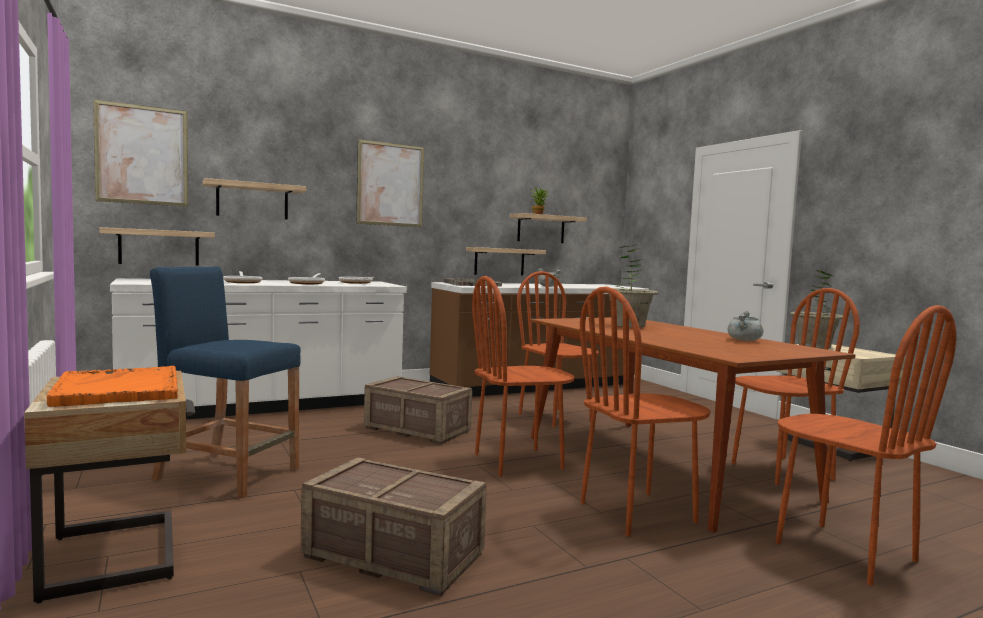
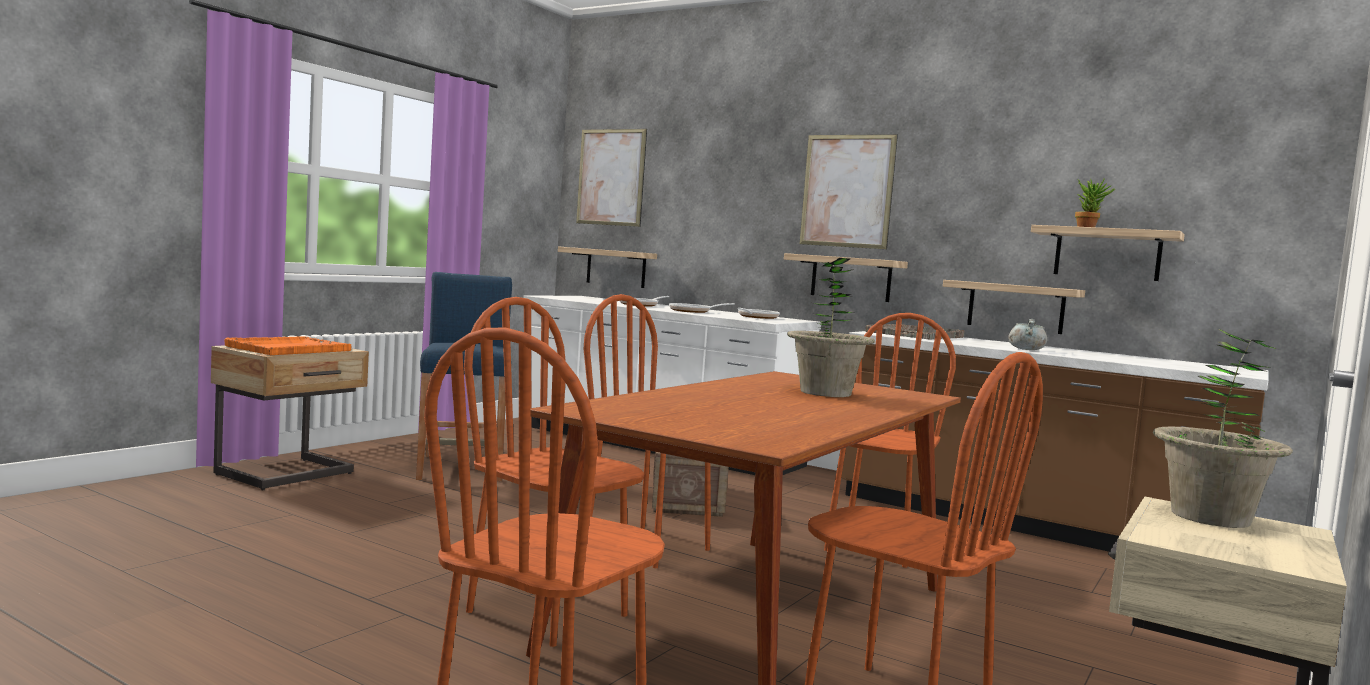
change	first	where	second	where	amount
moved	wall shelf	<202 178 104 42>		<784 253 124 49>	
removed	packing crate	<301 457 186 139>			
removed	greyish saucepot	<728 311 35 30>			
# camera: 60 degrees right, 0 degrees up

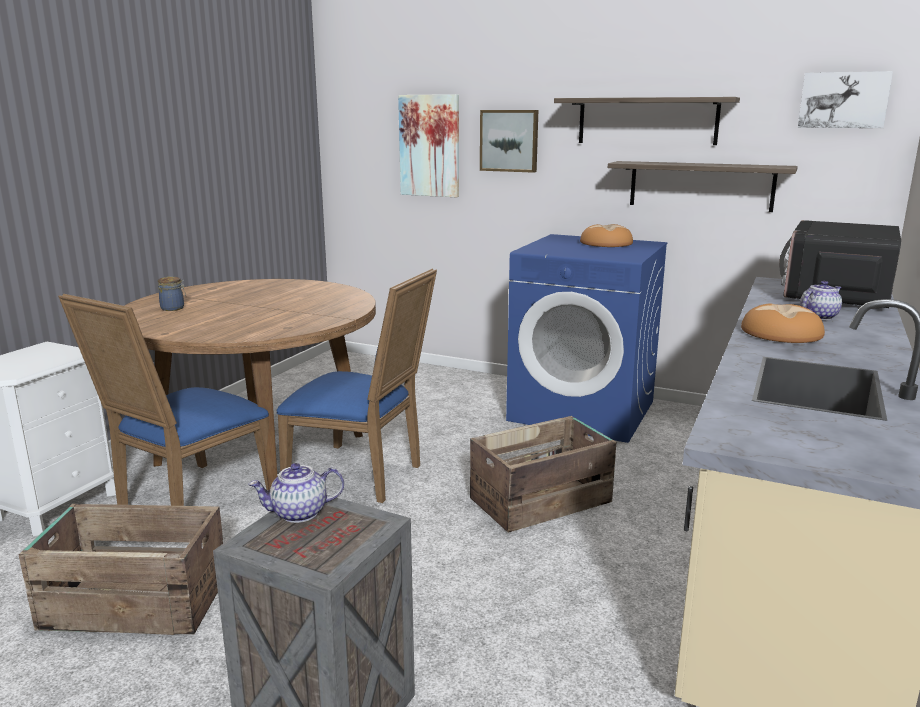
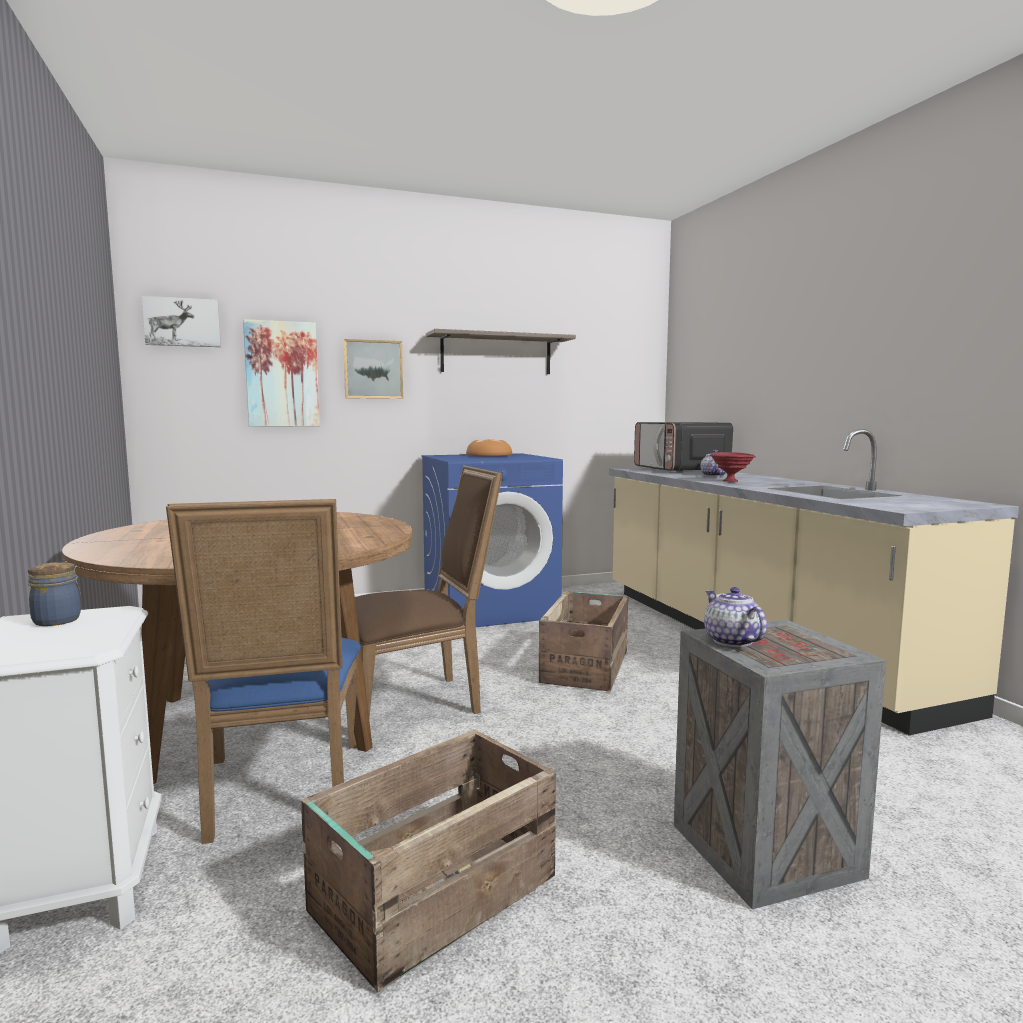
change	first	where	second	where	amount
moved	preserve jar	<158 277 28 34>		<28 562 53 64>	
moved	wall picture	<798 71 95 57>		<142 296 79 51>	
recoloured	blue chair	<277 268 160 235>	brown-coloured chair	<355 465 148 252>	
turned	pot for tea	<248 463 96 60>		<704 587 63 60>	135 degrees clockwise
replaced	bakery bread	<741 304 84 39>	red-coloured serving bowl	<710 452 46 30>	
removed	wall shelf	<608 161 190 51>			
# camera: 45 degrees left, 10 degrees down

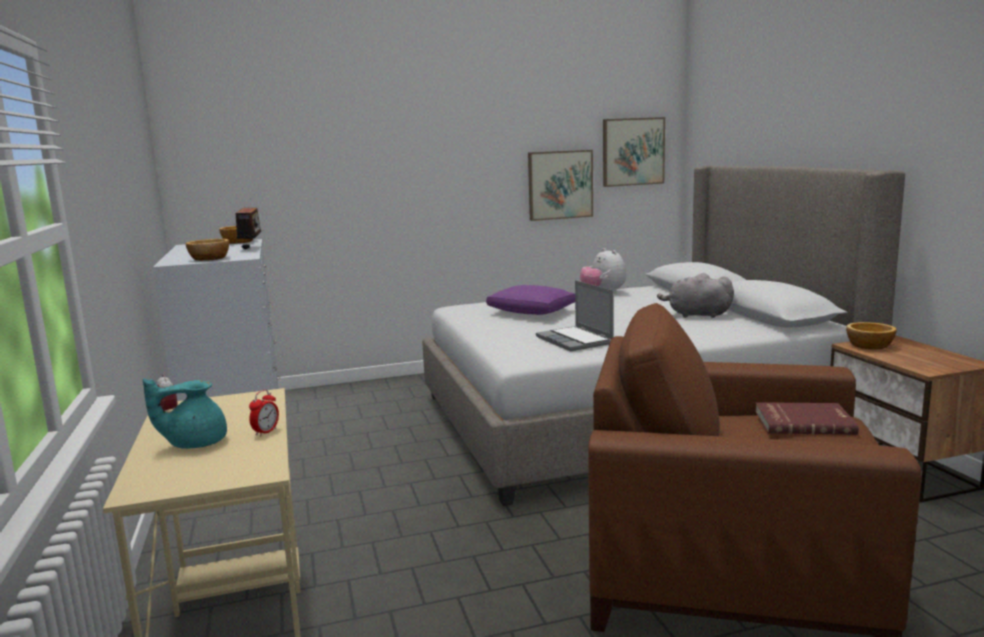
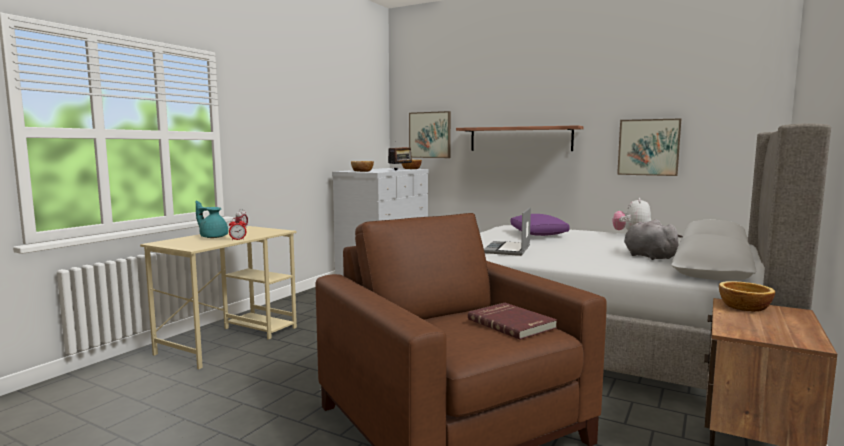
change	first	where	second	where	amount
moved	wall picture	<603 117 62 70>		<409 111 42 47>	
added			wall shelf	<456 125 128 26>	
# camera: 45 degrees right, 5 degrees down

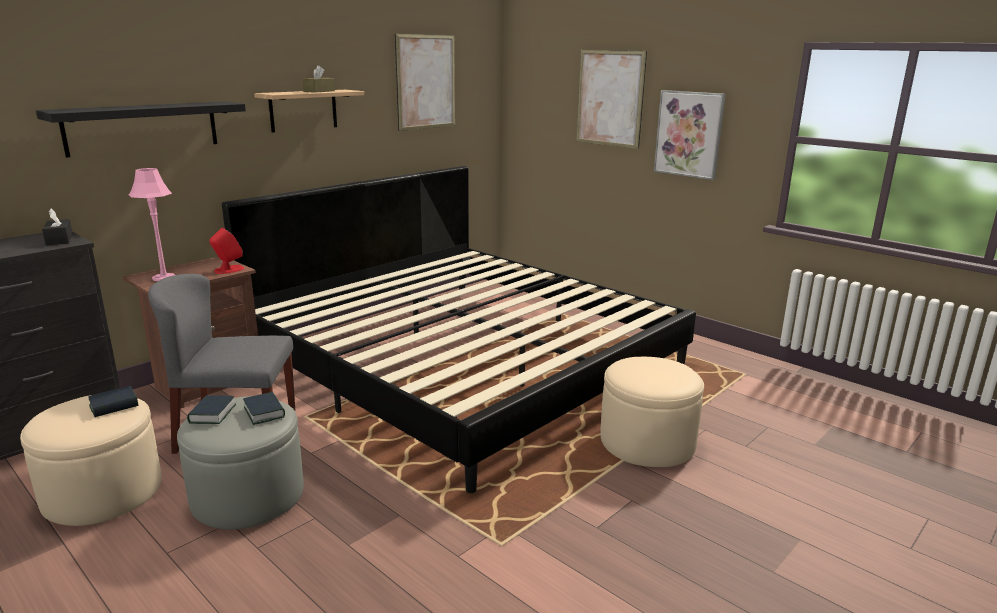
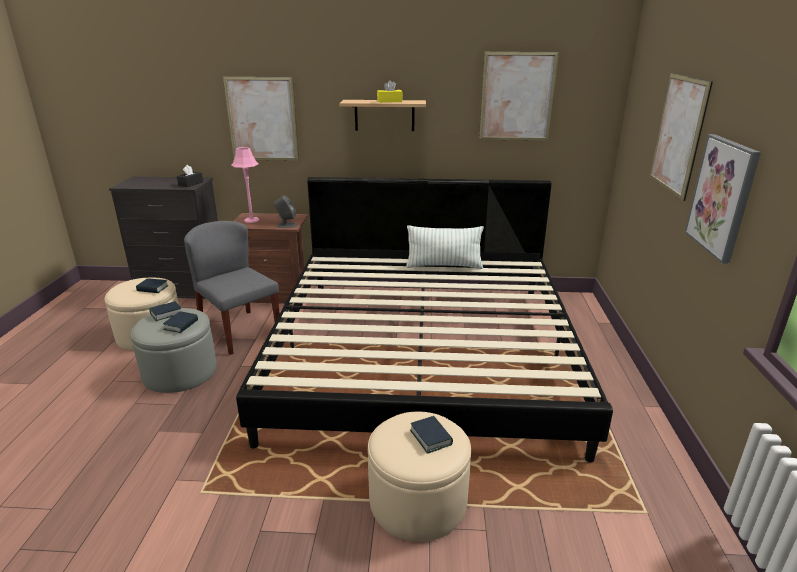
change	first	where	second	where	amount
replaced	black-coloured wall shelf	<36 101 210 57>	wall picture	<223 76 76 85>	
recoloured	red-coloured loudspeaker	<209 228 35 46>	greyish loudspeaker	<274 195 23 33>	
recoloured	brown-coloured box of tissues	<302 65 33 28>	yellow-coloured box of tissues	<377 80 26 23>	
added			cushion	<406 225 78 44>	
added			volume	<410 416 43 38>	
# camera: 50 degrees right, 5 degrees up

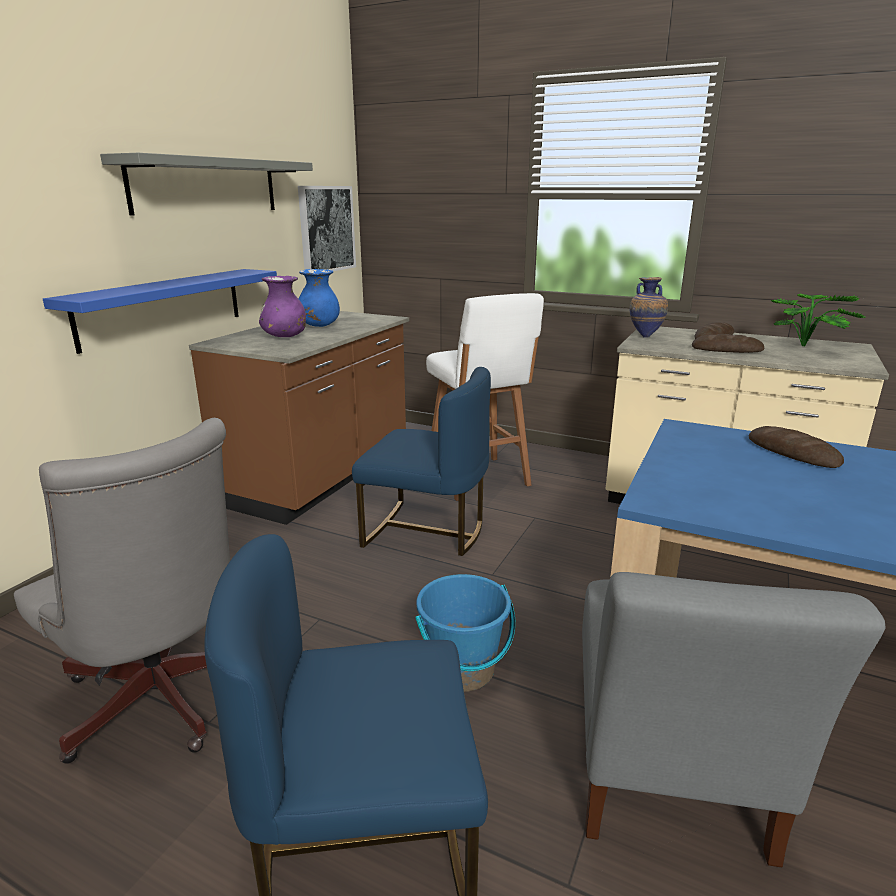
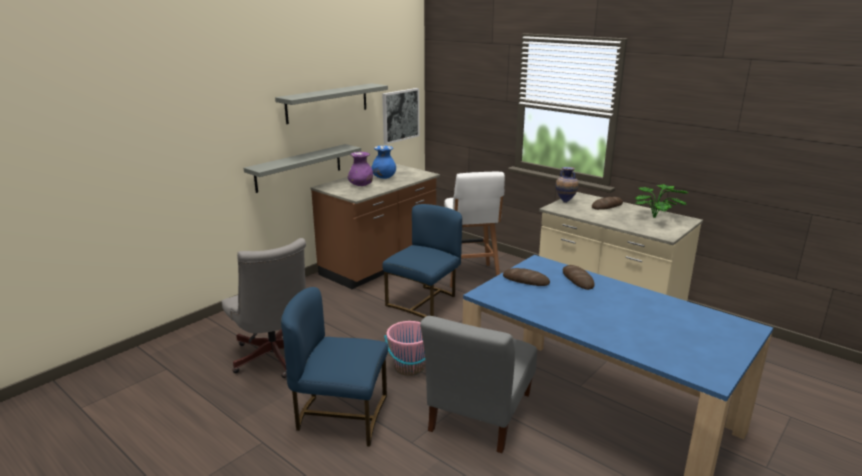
change	first	where	second	where	amount
recoloured	blue wall shelf	<43 269 234 85>	greyish wall shelf	<244 144 117 49>	
turned	blue chair	<352 367 139 189>		<382 204 80 114>	90 degrees counterclockwise
recoloured	blue water bucket	<415 574 100 118>	pink-coloured water bucket	<384 321 41 55>	
moved	bakery bread	<692 334 72 19>		<503 268 47 18>	
# camera: 15 degrees right, 0 degrees up

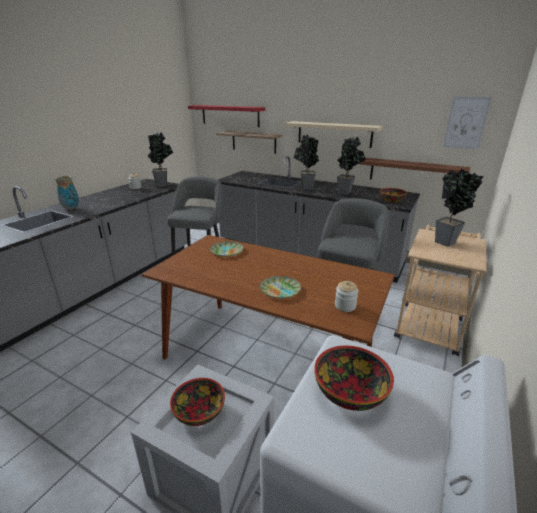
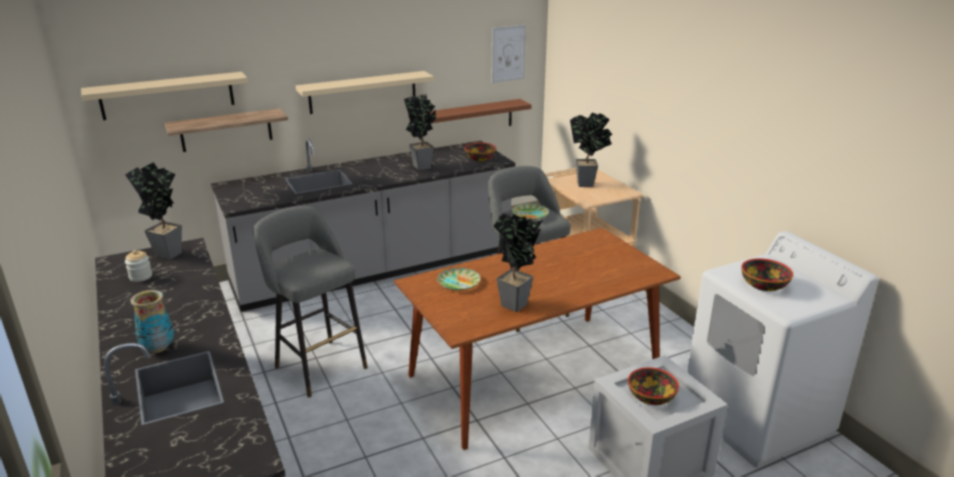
change	first	where	second	where	amount
recoloured	red-coloured wall shelf	<188 105 77 22>	beige wall shelf	<81 72 167 48>	
moved	houseplant	<294 135 25 55>		<494 213 49 99>	
moved	plate	<260 276 41 22>		<512 203 37 17>	
removed	preserve jar	<335 281 24 31>			
# camera: 55 degrees left, 0 degrees up

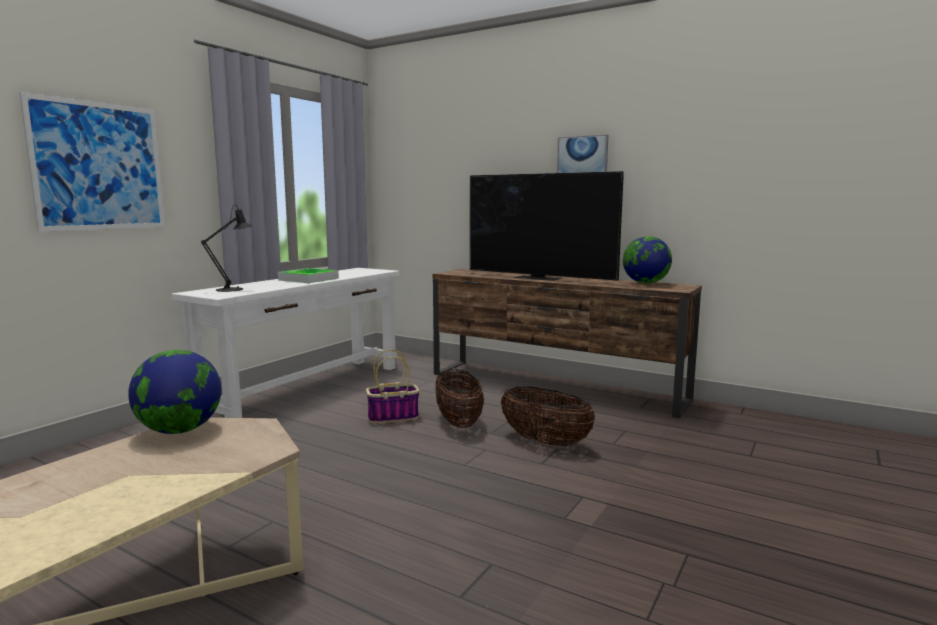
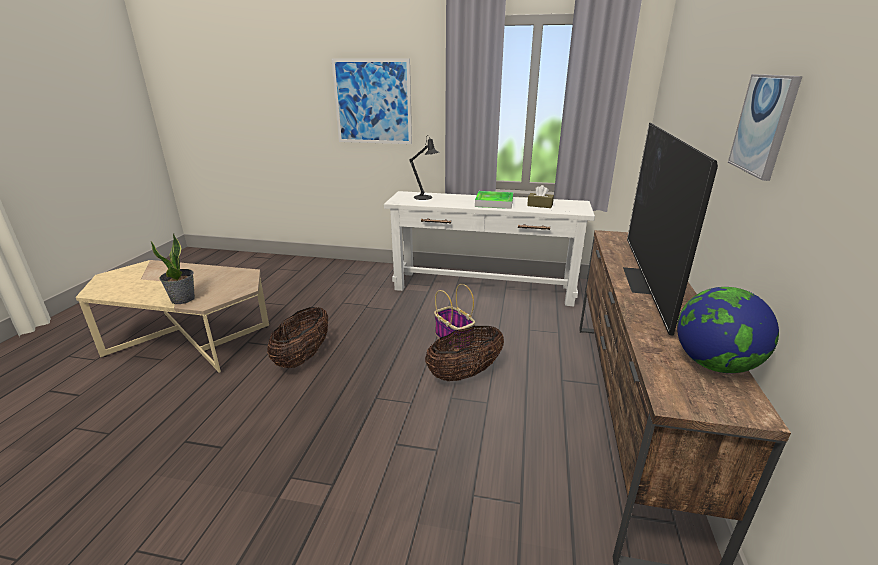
change	first	where	second	where	amount
added			houseplant	<151 233 44 71>	
moved	household basket	<500 387 95 59>		<267 307 61 61>	
added			brown-coloured box of tissues	<527 185 27 23>	
removed	desk globe	<128 350 94 84>			
# camera: 70 degrees right, 15 degrees up

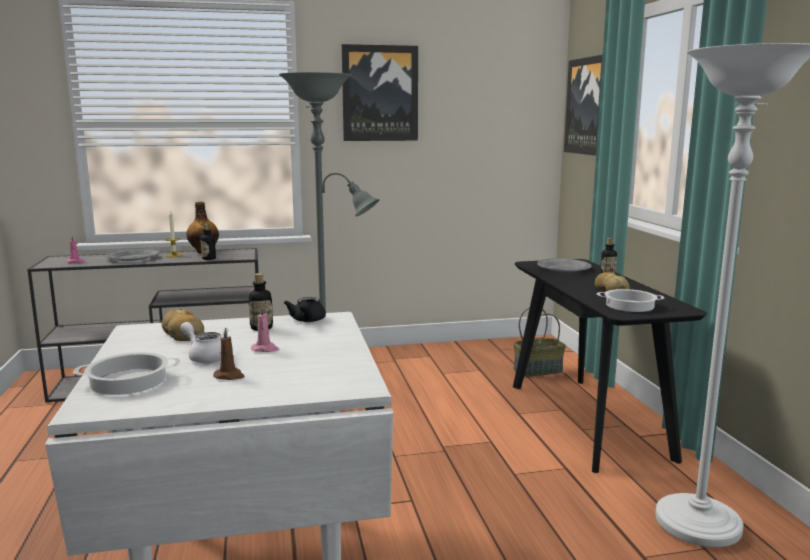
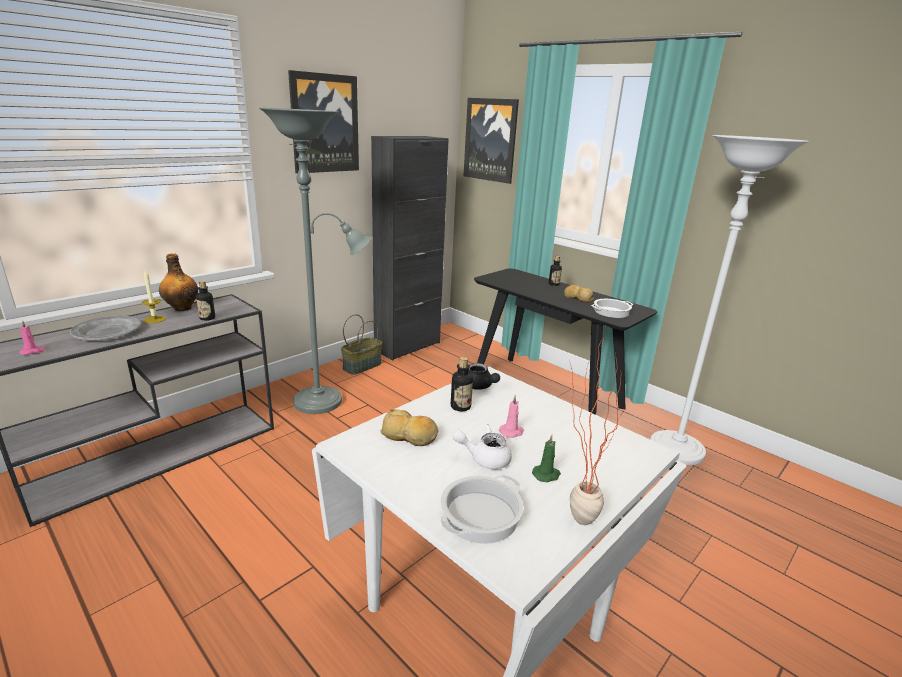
change	first	where	second	where	amount
moved	household basket	<514 307 52 70>		<341 314 41 61>	
added			black-coloured cabinet	<371 136 78 224>	
recoloured	brown-coloured candle	<213 328 32 52>	green-coloured candle	<532 435 29 47>	
added			houseplant	<569 337 52 188>	
removed	greyish plate	<537 258 54 14>			
# camera: 35 degrees left, 10 degrees up

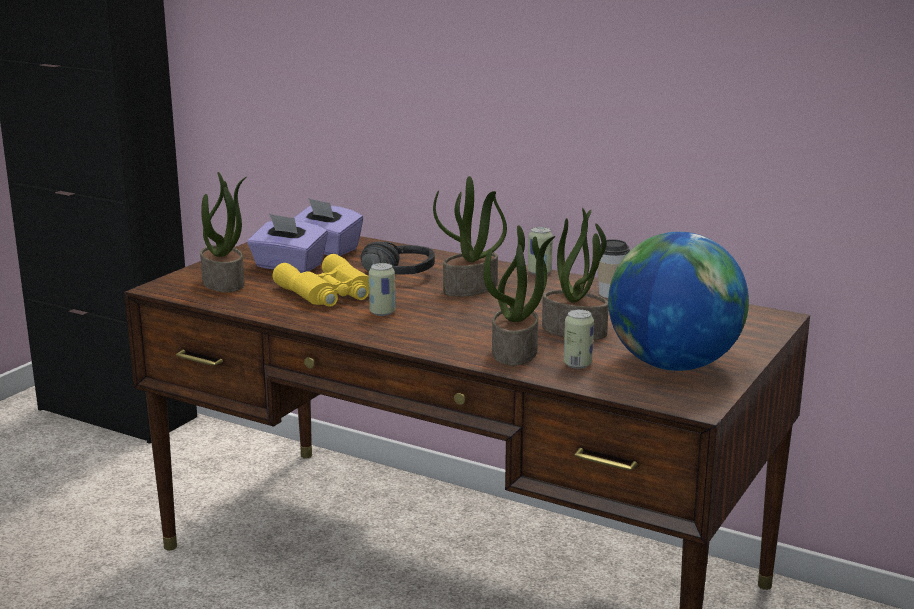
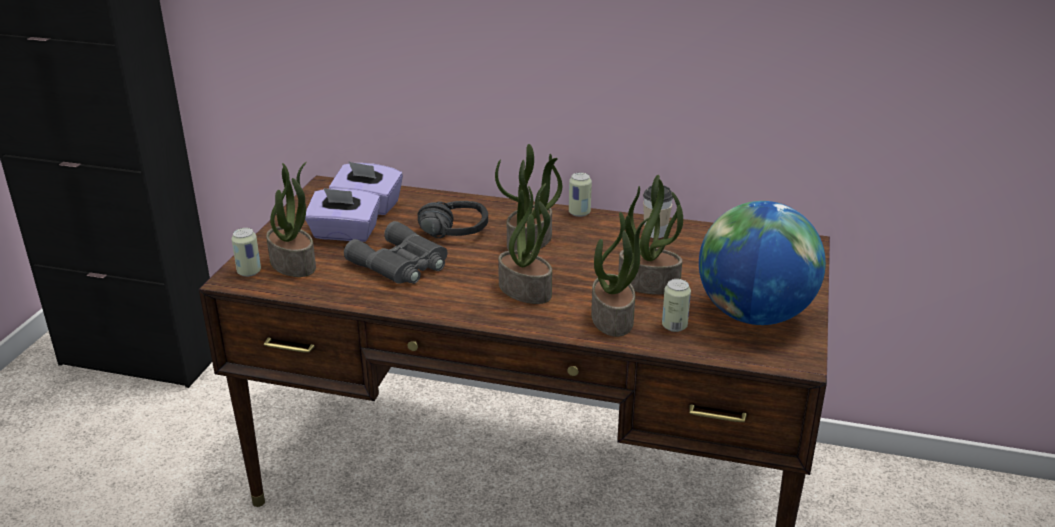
change	first	where	second	where	amount
moved	metal can	<369 263 26 53>		<231 228 30 49>	
recoloured	yellow-coloured binoculars	<273 254 96 53>	greyish binoculars	<344 221 103 63>	
added			houseplant	<498 183 54 121>	
# camera: 15 degrees left, 10 degrees up

